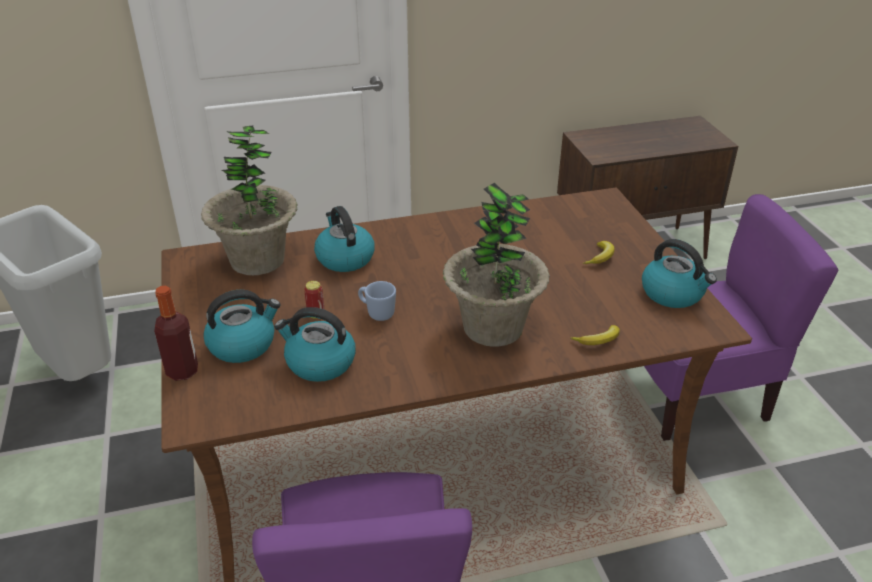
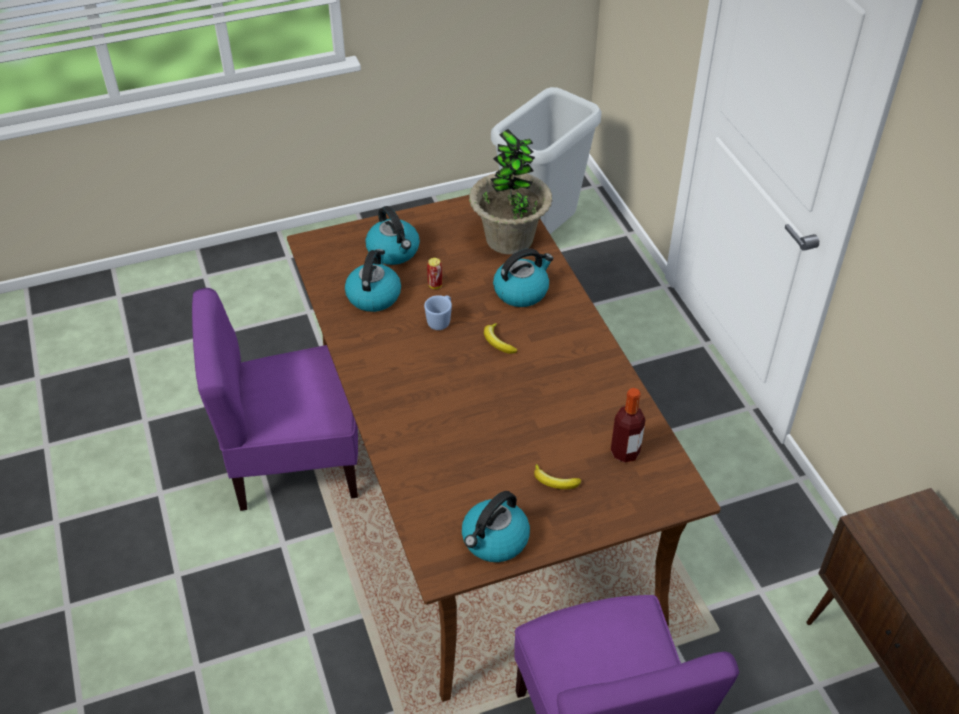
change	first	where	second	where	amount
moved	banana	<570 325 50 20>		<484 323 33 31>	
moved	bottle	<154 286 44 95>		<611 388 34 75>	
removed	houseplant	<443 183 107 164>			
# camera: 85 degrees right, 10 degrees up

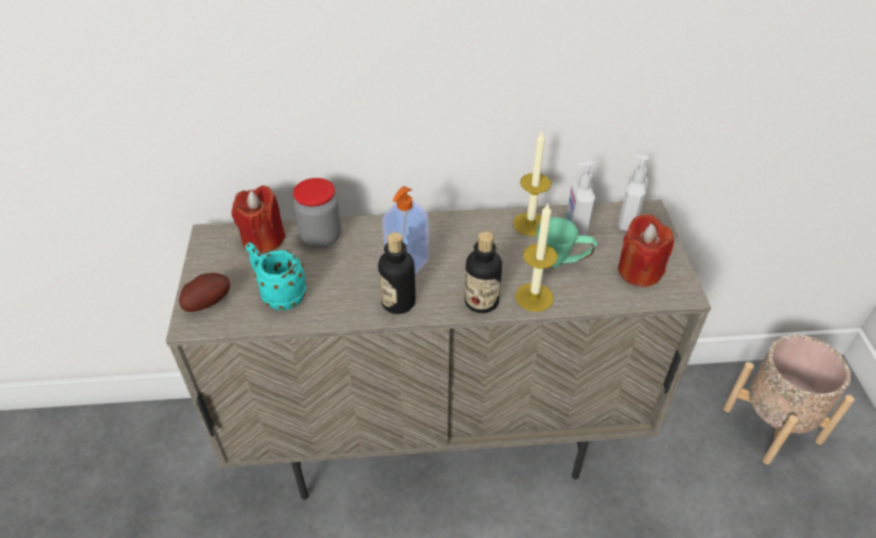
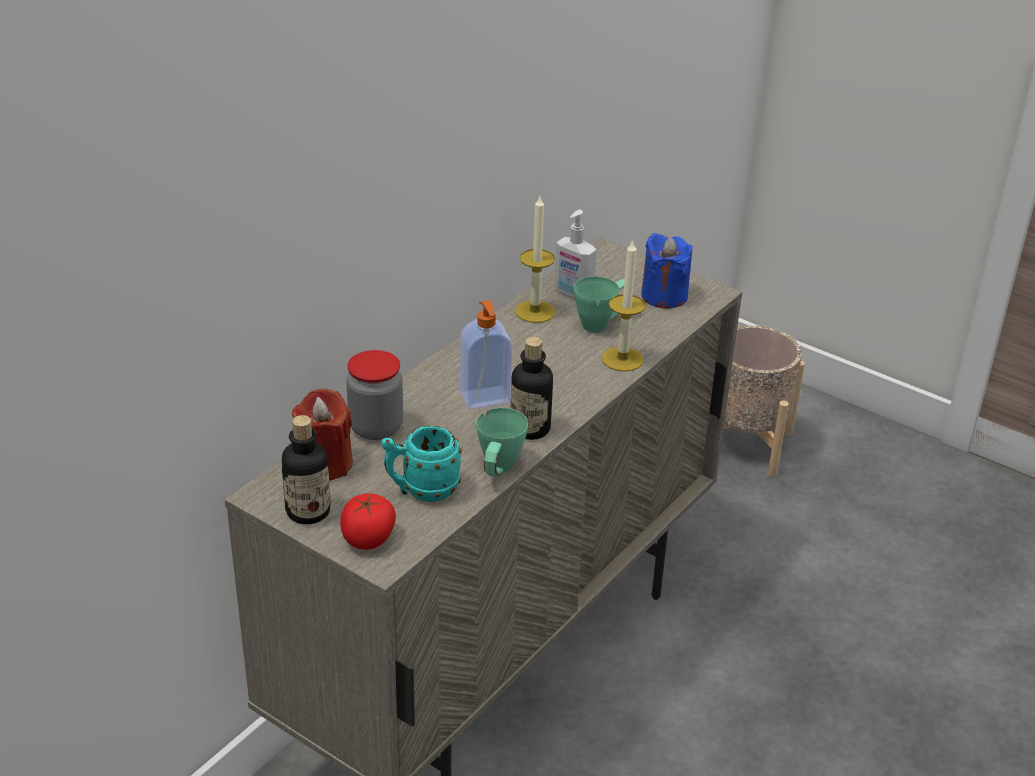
change	first	where	second	where	amount
moved	bottle	<465 232 37 81>		<282 415 48 109>	
replaced	spud	<179 273 51 39>	whole tomato	<340 493 56 57>	
added			green-coloured coffee mug	<476 408 52 69>	
recoloured	red-coloured candle	<618 214 56 73>	blue candle	<641 233 52 76>	
removed	soap dispenser	<618 155 31 76>			
# camera: 50 degrees left, 10 degrees down

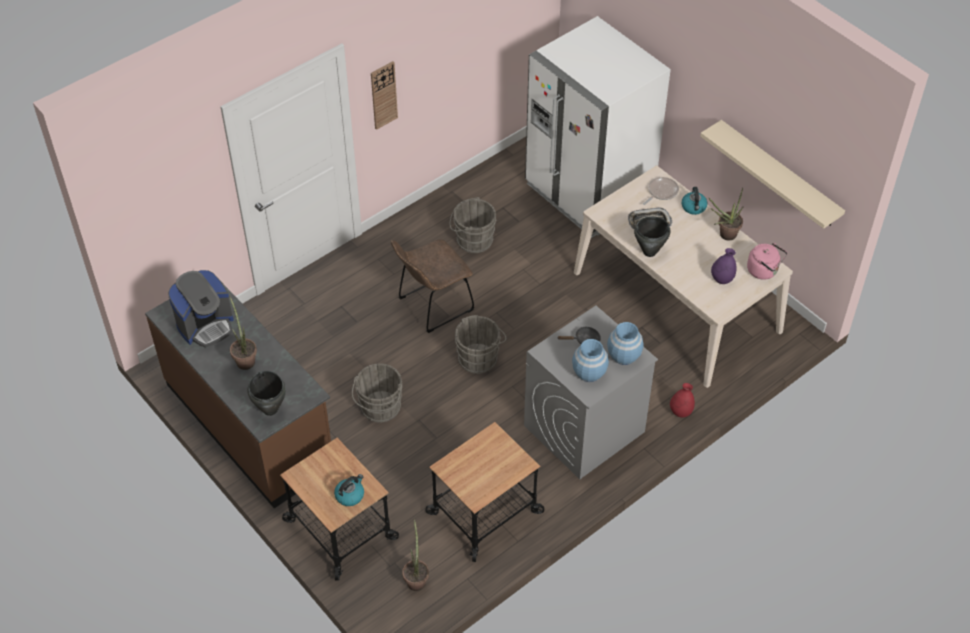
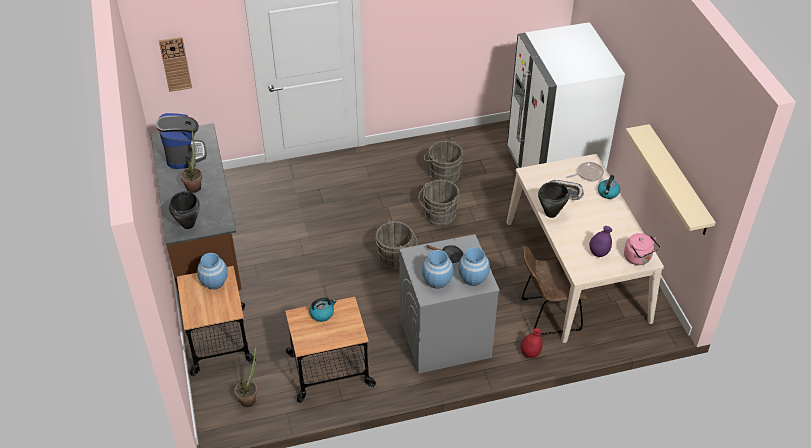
change	first	where	second	where	amount
turned	coffee machine	<168 270 66 78>		<156 113 50 56>	90 degrees counterclockwise
moved	wall clock	<371 61 27 69>		<159 37 33 55>	
added			blue flower vase	<197 253 31 37>	
moved	kettle	<334 474 30 32>		<309 297 27 25>	
moved	greyish water bucket	<352 364 50 59>		<418 180 41 46>	
moved	brown-coloured chair	<391 239 83 94>		<522 246 65 89>	
removed	houseplant	<709 188 35 52>			
# camera: 25 degrees right, 5 degrees down

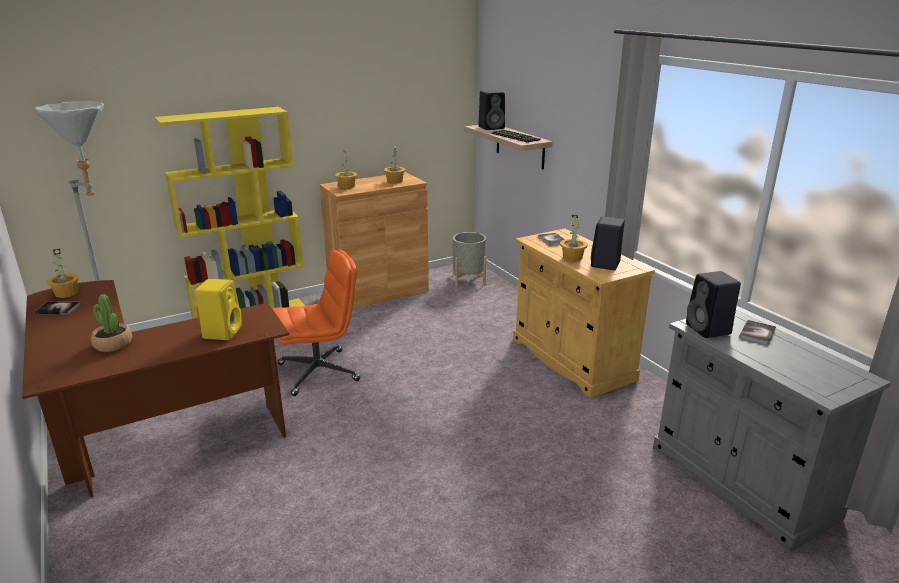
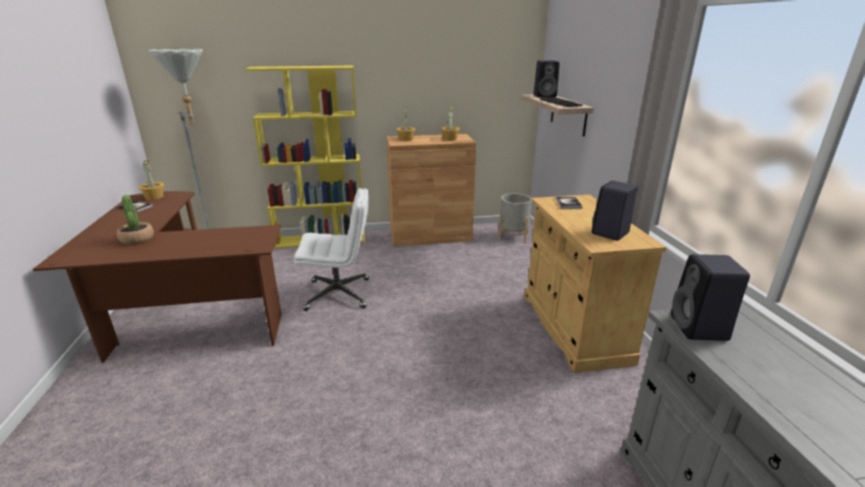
change	first	where	second	where	amount
recoloured	orangey computer chair	<273 249 87 147>	white-coloured computer chair	<294 188 75 123>	
removed	yellow-coloured loudspeaker	<195 279 47 61>			
removed	houseplant	<560 215 27 46>			
removed	volume	<739 320 37 25>			
# camera: 20 degrees right, 0 degrees up

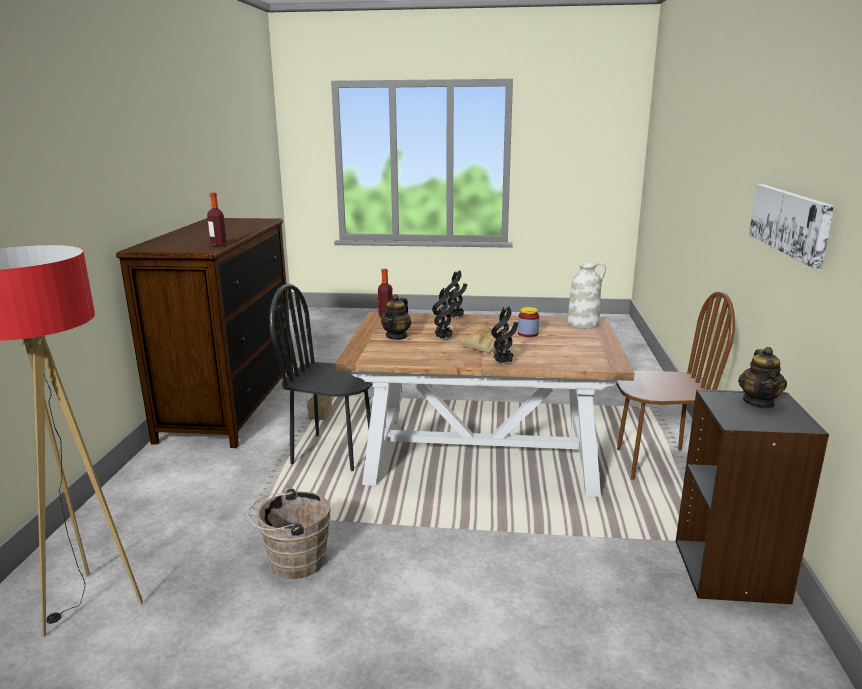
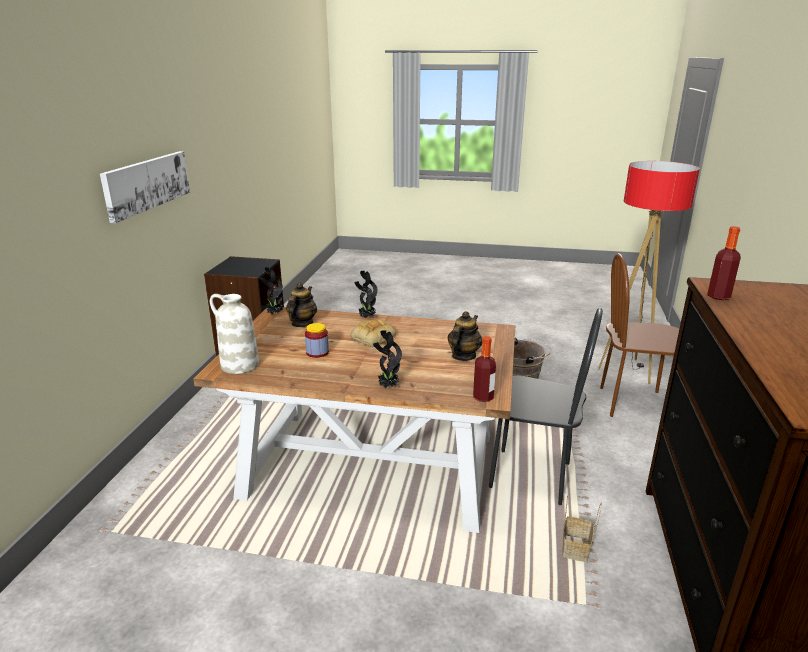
change	first	where	second	where	amount
moved	houseplant	<432 287 24 52>		<261 267 22 48>	
moved	pot for tea	<738 347 49 62>		<286 283 31 44>	
moved	brown-coloured chair	<616 291 119 189>		<600 253 79 164>	
# camera: 175 degrees left, 5 degrees up

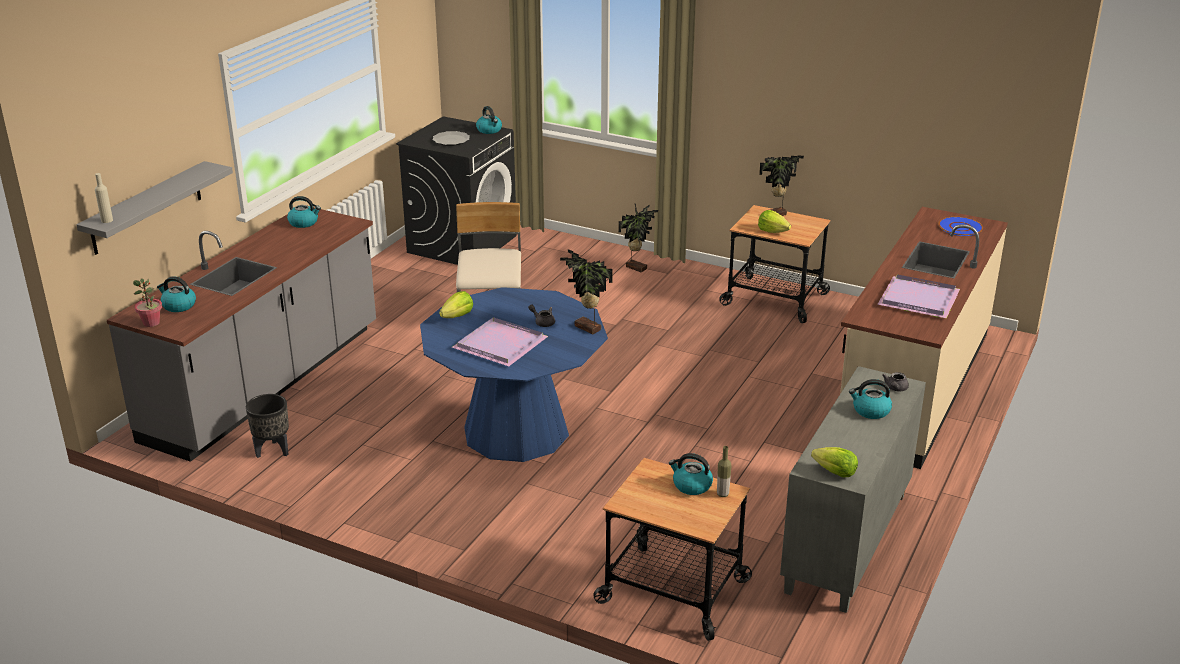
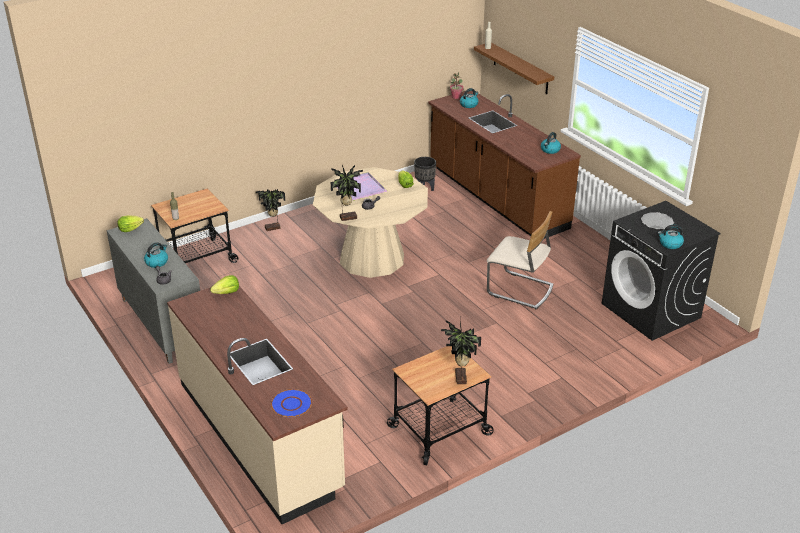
change	first	where	second	where	amount
moved	head of lettuce	<758 210 33 23>		<210 275 29 19>	
moved	houseplant	<618 204 40 68>		<256 189 29 42>	
recoloured	blue dining table	<420 287 188 175>	beige dining table	<313 167 115 111>	
recoloured	greyish kitchen counter	<107 208 269 254>	brown-coloured kitchen counter	<428 91 153 148>	
recoloured	greyish wall shelf	<76 161 157 94>	brown-coloured wall shelf	<474 43 80 51>	
removed	kettle	<669 453 44 42>			
removed	purple carrying tray	<877 274 83 44>			
# camera: 120 degrees right, 5 degrees up

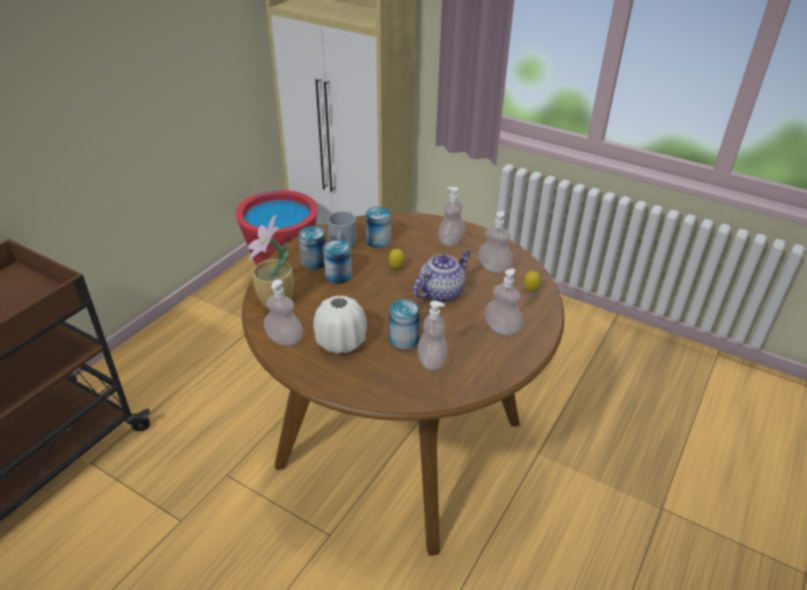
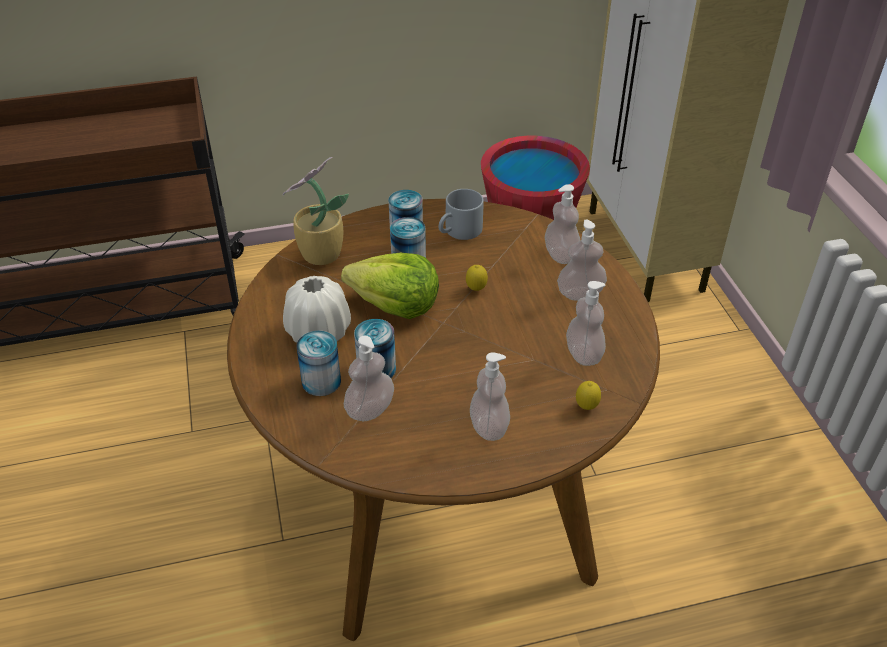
change	first	where	second	where	amount
moved	metal can	<366 207 25 41>		<296 331 45 65>	
added			head of lettuce	<341 253 98 66>	
moved	soap dispenser	<264 279 39 67>		<545 184 35 80>	
removed	pot for tea	<413 251 58 52>			
# camera: 45 degrees right, 5 degrees up

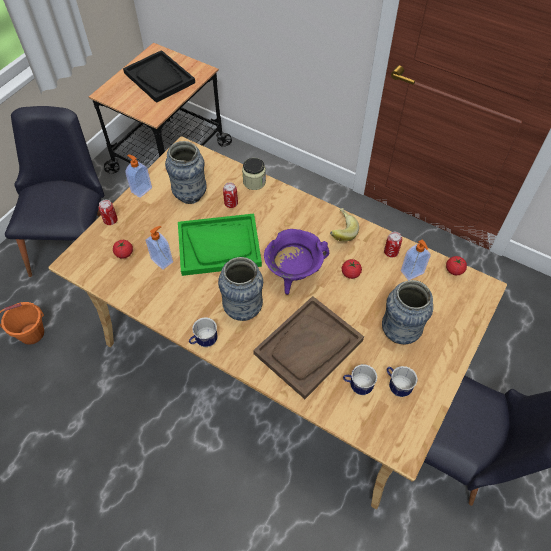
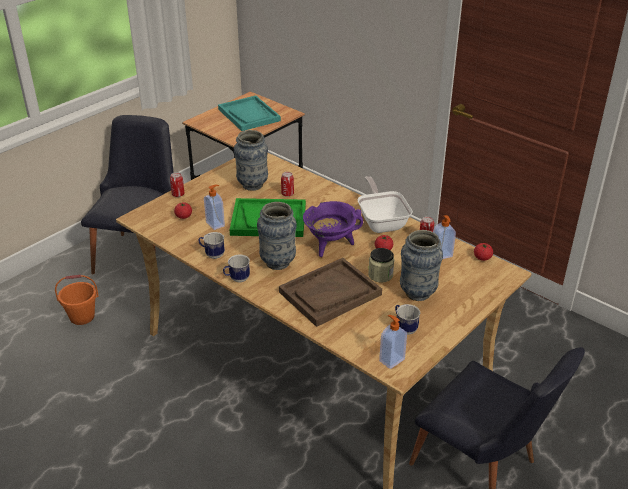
change	first	where	second	where	amount
moved	coffee mug	<343 364 34 31>		<198 232 27 27>	
recoloured	black-coloured carrying tray	<123 50 72 53>	blue-green carrying tray	<218 95 63 36>	
replaced	banana	<330 208 29 33>	frying pan	<357 176 56 57>	
moved	preserve jar	<242 158 24 32>		<368 248 26 35>	
moved	soap dispenser	<125 155 27 43>		<379 315 28 54>	
# camera: 10 degrees right, 20 degrees down

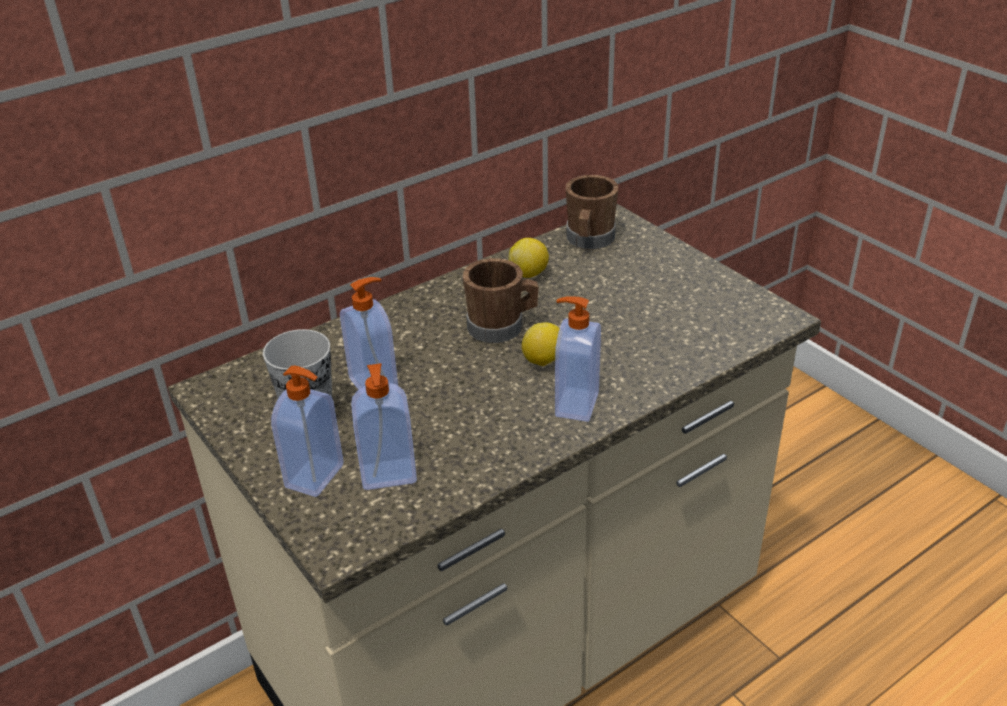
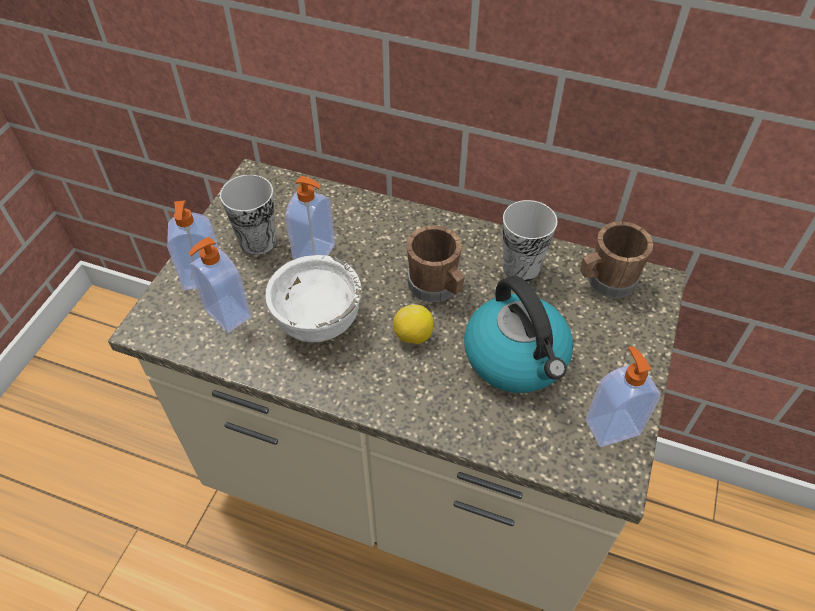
change	first	where	second	where	amount
added			white-coloured serving bowl	<265 255 96 87>	
added			kettle	<464 276 109 117>	
replaced	whole lemon	<509 238 40 40>	small cup	<503 200 55 82>	
moved	soap dispenser	<555 296 46 126>		<585 346 75 101>	
# camera: 55 degrees right, 15 degrees up

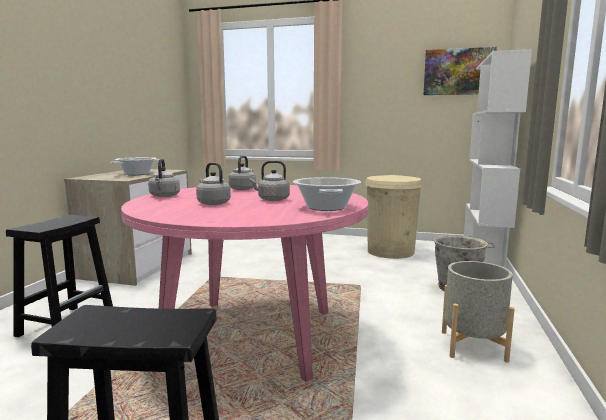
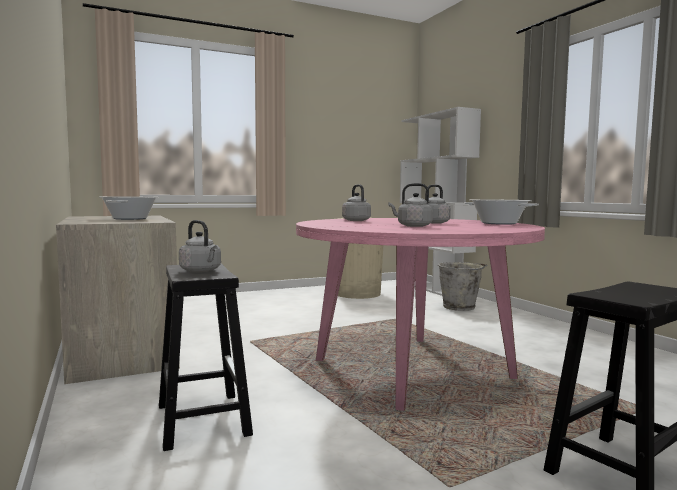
change	first	where	second	where	amount
moved	greyish kettle	<148 159 32 38>		<179 220 42 52>	
removed	wall picture	<424 47 73 48>			
removed	greyish plant pot	<442 261 73 102>			
# camera: 40 degrees left, 5 degrees down

